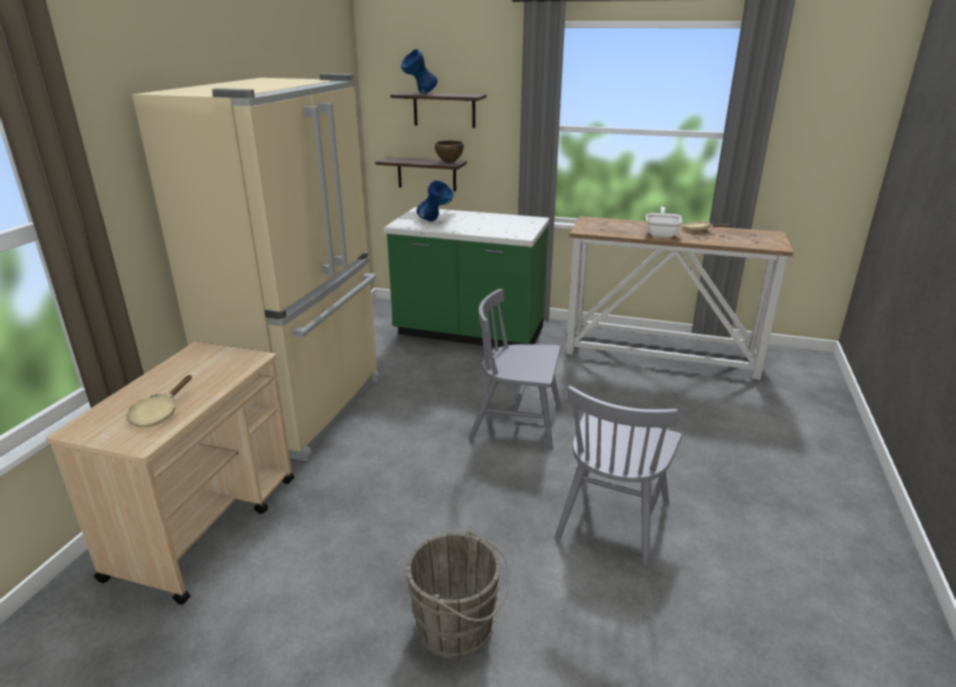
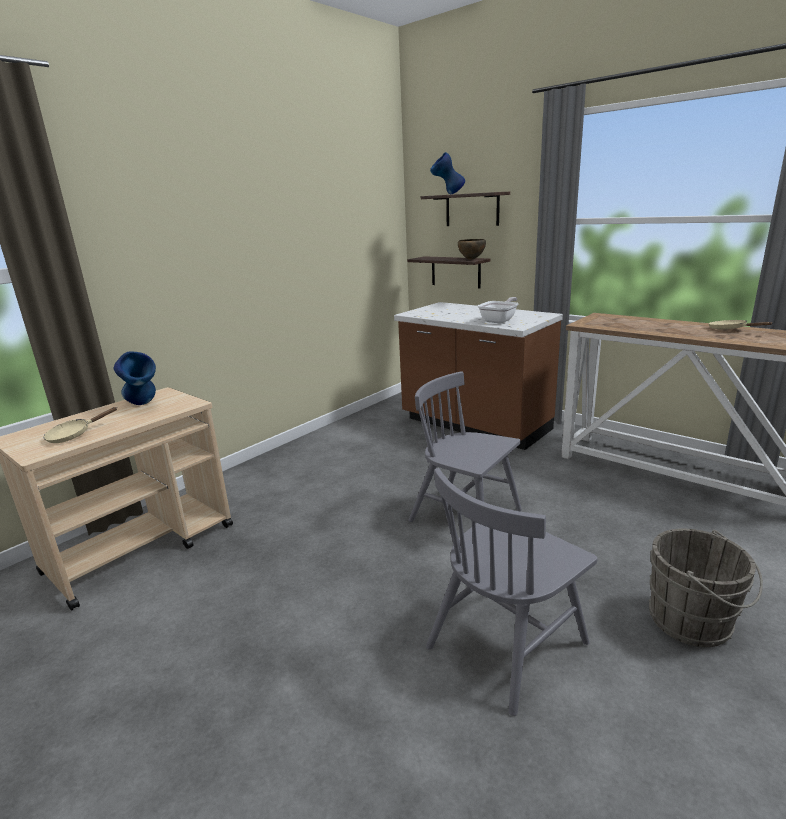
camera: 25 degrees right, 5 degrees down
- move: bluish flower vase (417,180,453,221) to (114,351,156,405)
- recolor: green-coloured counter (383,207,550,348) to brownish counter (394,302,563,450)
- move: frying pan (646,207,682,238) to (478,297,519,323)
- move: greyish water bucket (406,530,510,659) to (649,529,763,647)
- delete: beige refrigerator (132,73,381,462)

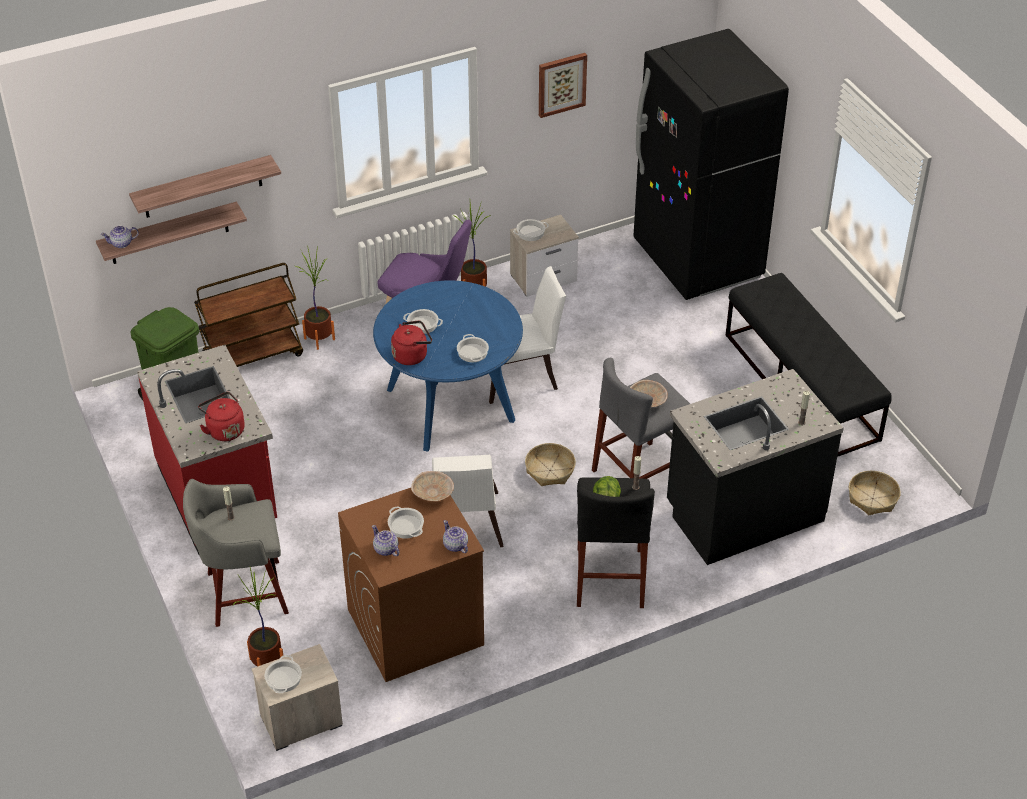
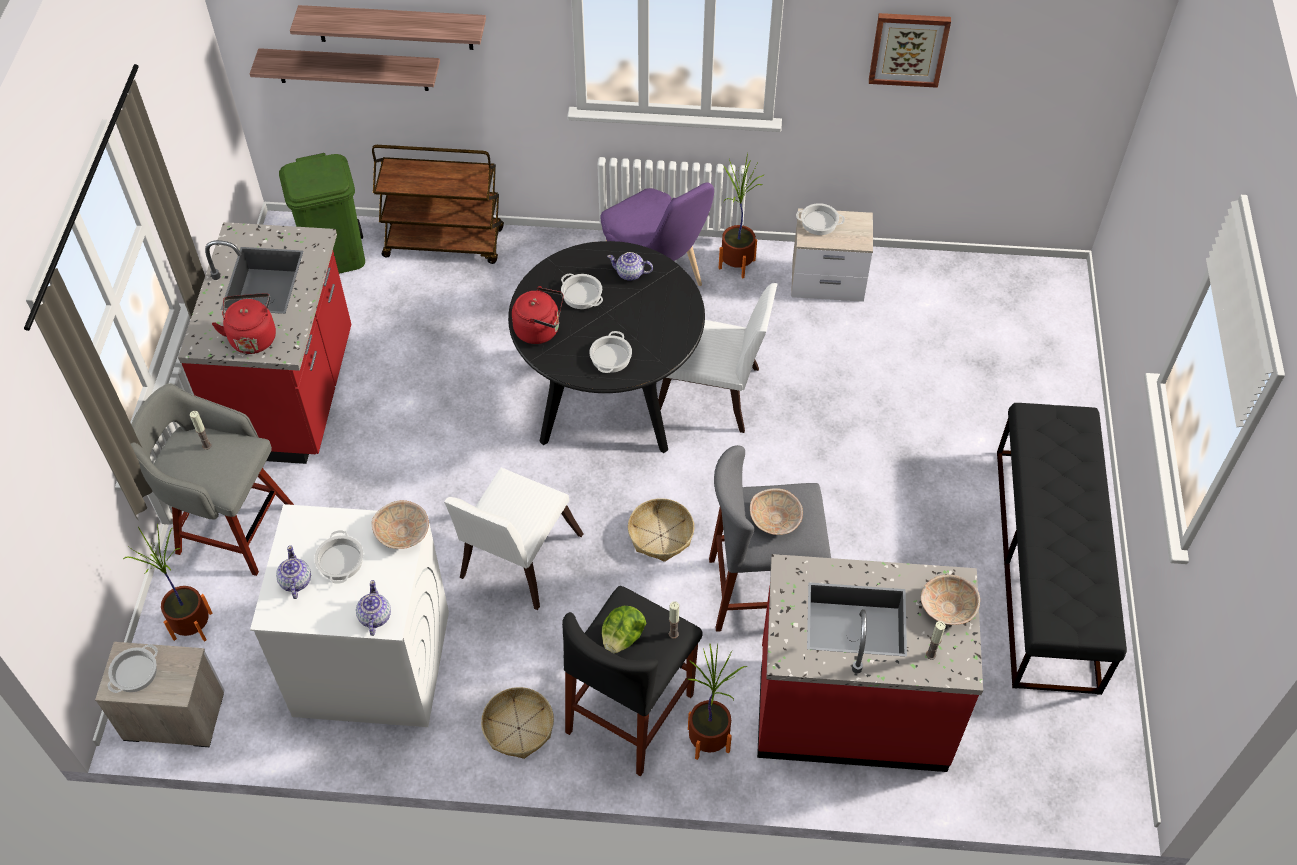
camera: 30 degrees right, 10 degrees up
- recolor: brownish laundry appliance (338,488,484,682) to white laundry appliance (250,504,449,727)
- move: household basket (849,471,901,515) to (481,687,554,759)
- recolor: bluish dinner table (373,280,523,452) to blackish dinner table (508,241,705,453)
- move: tea pot (101,225,139,248) to (607,252,653,281)
- move: plant in a pot (295,246,335,350) to (687,644,747,760)
- recolor: blackish counter (667,369,844,565) to reddish counter (757,554,983,772)
- insert: beige serving bowl (921,575,980,625)
- delete: blackish refrigerator (633,29,789,300)

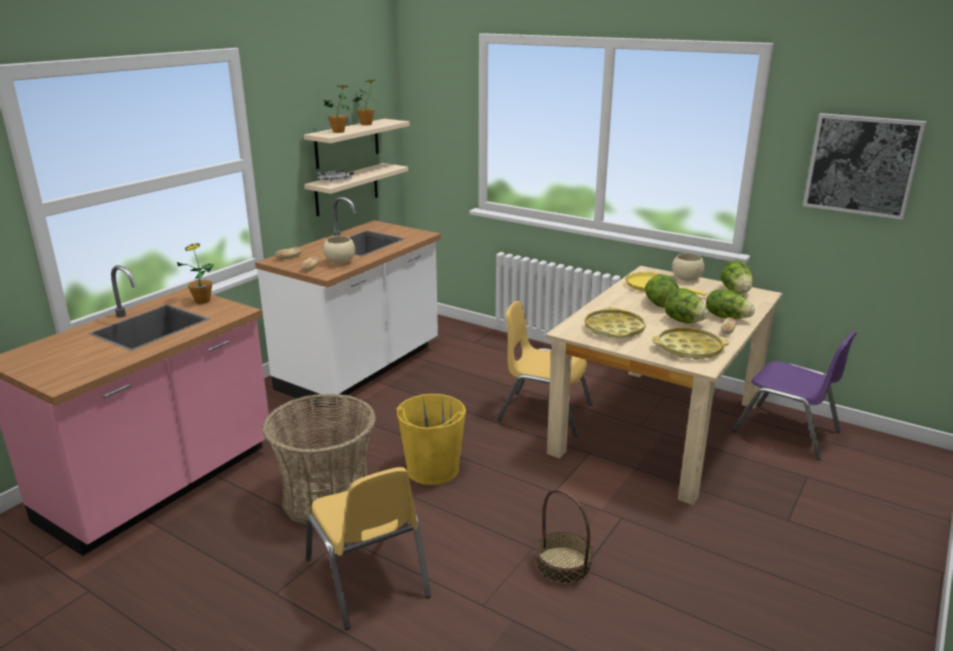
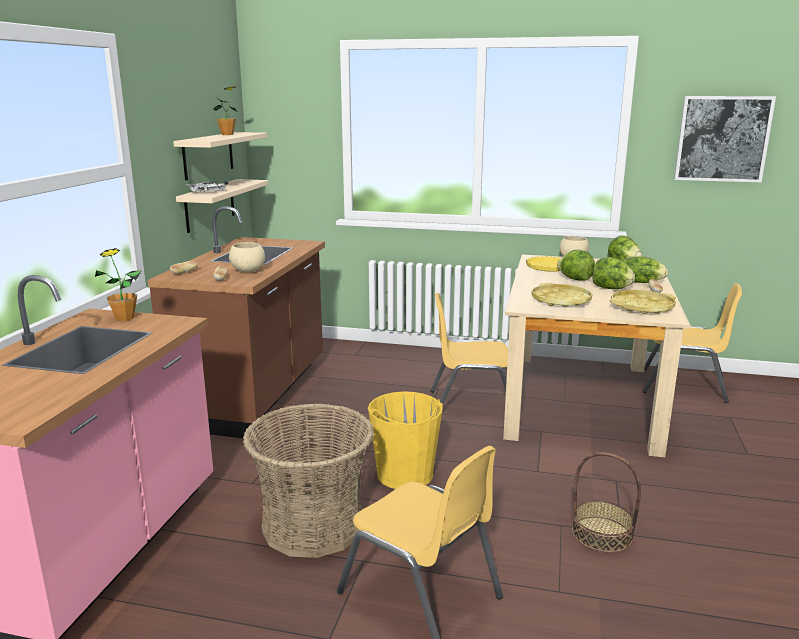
camera: 20 degrees left, 5 degrees down
- recolor: white counter (255,197,441,407) to brownish counter (148,206,325,438)
- recolor: purple-coloured plain chair (732,331,857,460) to yellow plain chair (642,283,742,403)
- delete: plant in a pot (324,86,349,133)

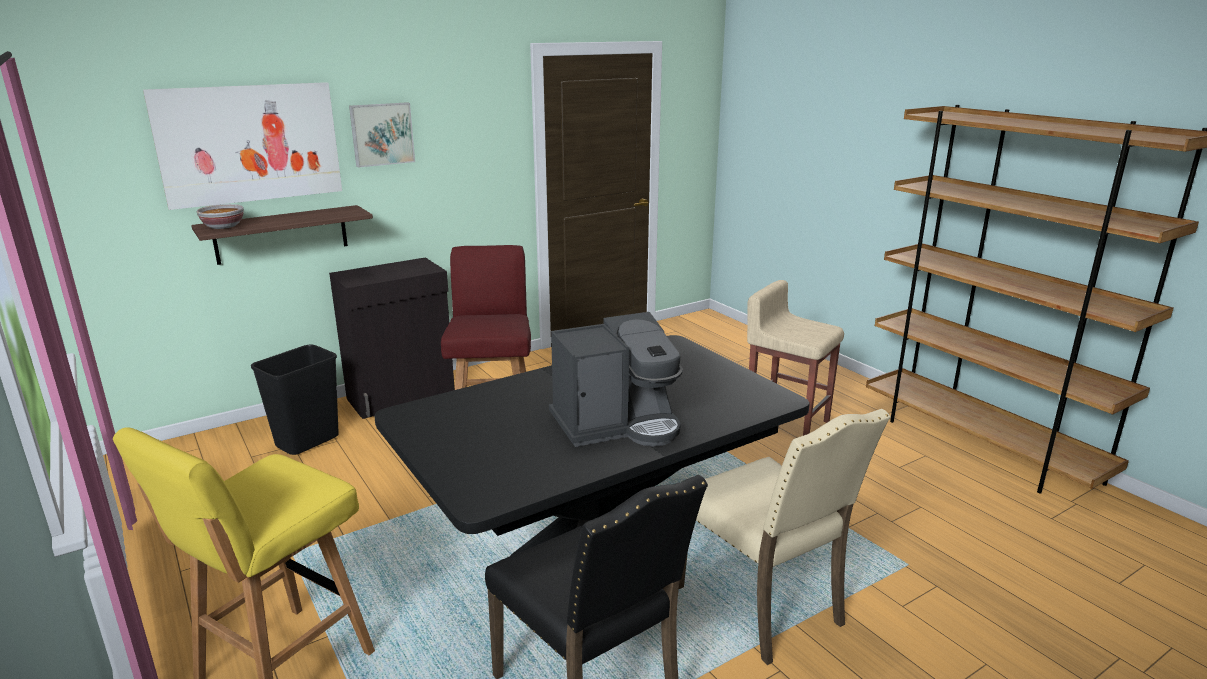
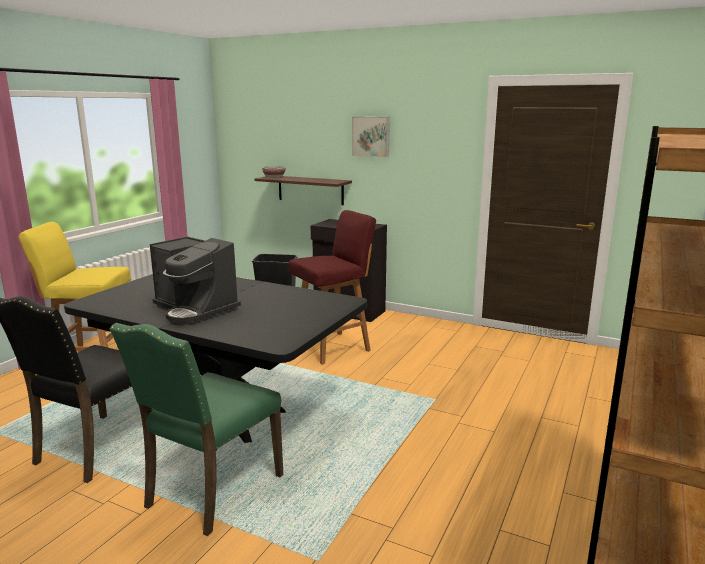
camera: 60 degrees right, 5 degrees down
- recolor: beige plain chair (679,409,890,665) to green-coloured plain chair (109,323,283,536)
- delete: wall art (143,82,342,210)
- delete: beige stool (747,280,844,436)

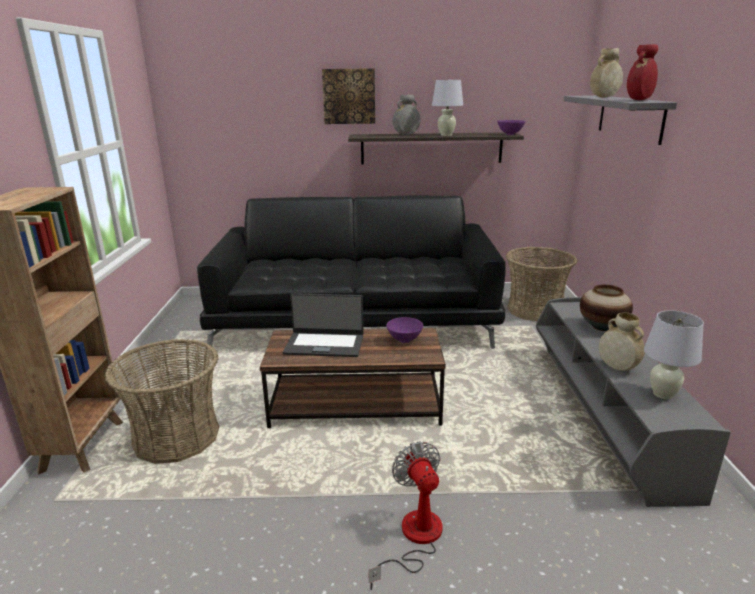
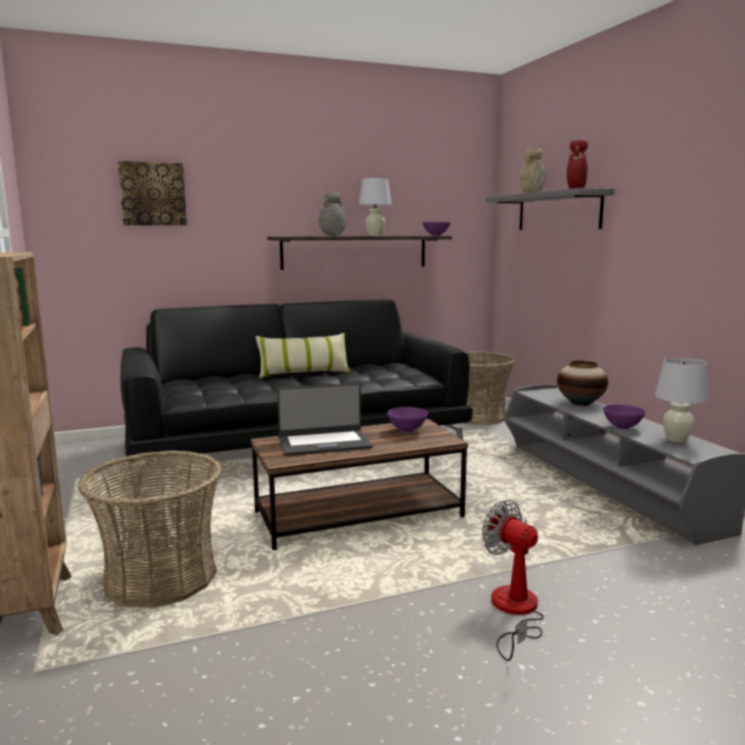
camera: 20 degrees left, 10 degrees down
- move: wall art (322,68,375,124) to (118,161,187,225)
- insert: pillow (256,333,351,379)
- replace: beige flower vase (599,312,645,371) to purple-coloured serving bowl (603,404,646,430)

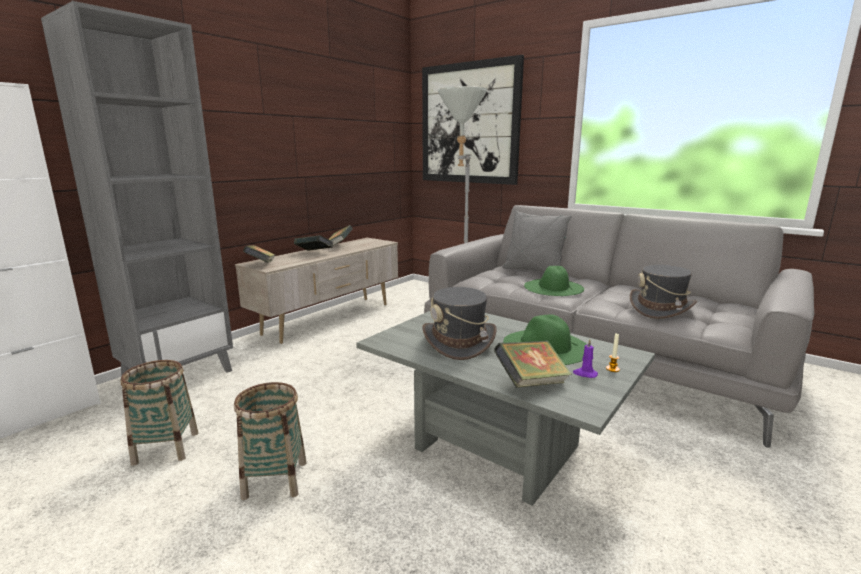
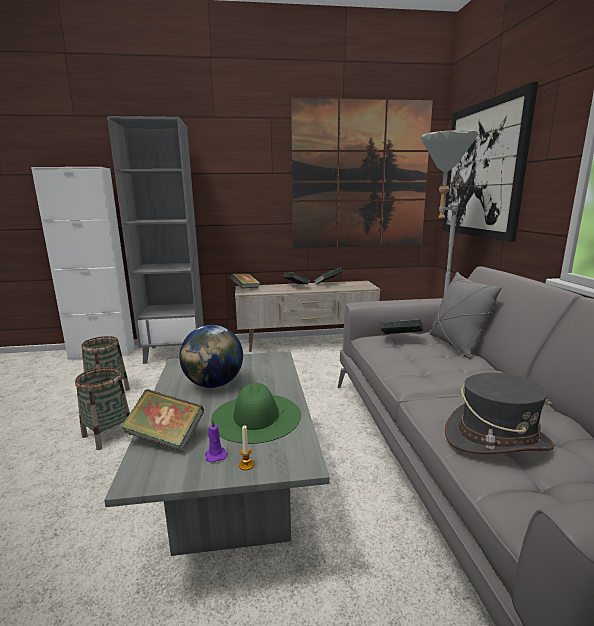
camera: 45 degrees right, 0 degrees up
- replace: greyish clothing hat (422,287,497,360) to globe (179,325,243,388)
- insert: wall art (291,98,433,249)
- insert: book (380,320,423,334)
- delete: green-coloured clothing hat (524,266,584,296)

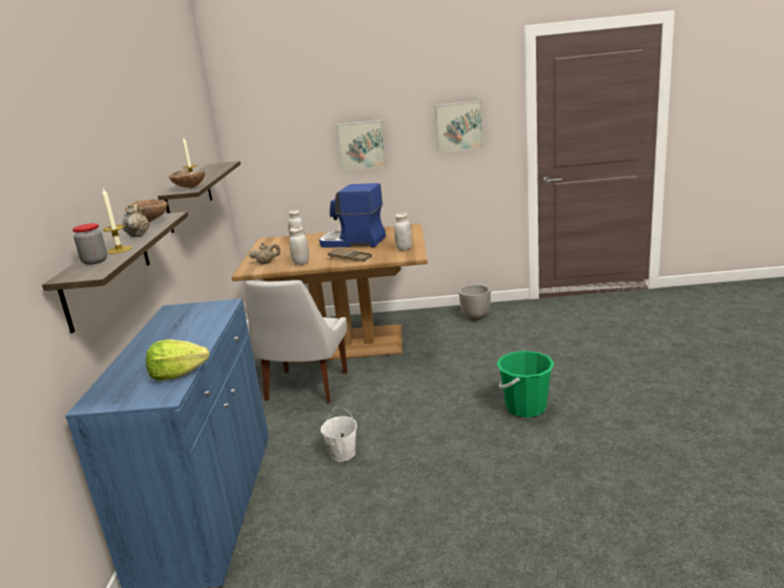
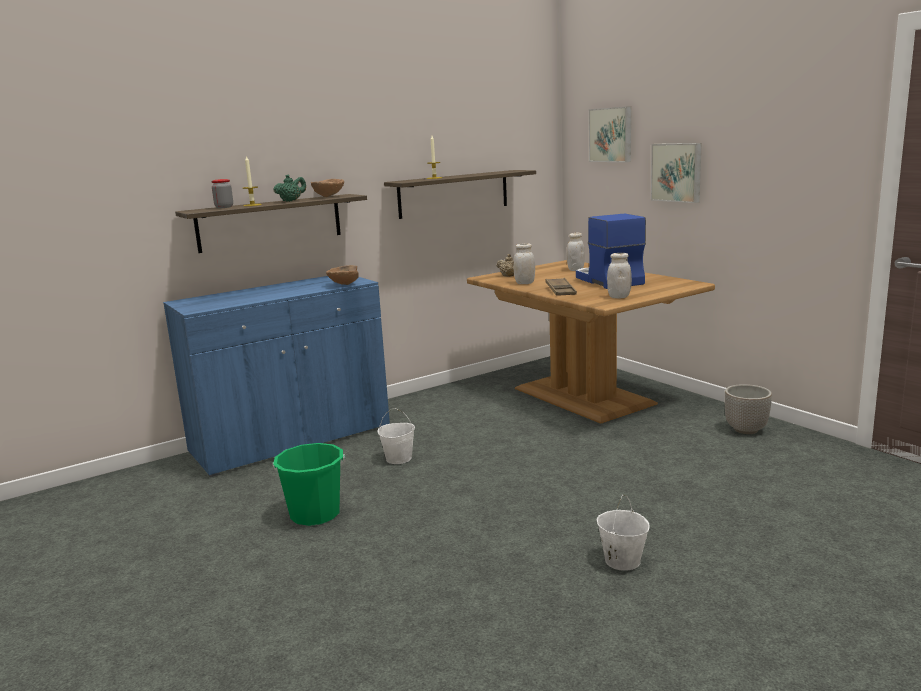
camera: 55 degrees right, 5 degrees down
- move: green-coloured water bucket (497,351,554,418) to (273,443,346,526)
- recolor: beige tea pot (122,203,150,237) to green-coloured tea pot (274,175,306,202)
- move: brownish serving bowl (169,169,205,188) to (326,265,359,285)
- move: wall art (434,101,484,153) to (589,106,631,162)
- insert: white water bucket (597,495,650,571)
- delete: head of lettuce (146,339,209,380)
- delete: white plain chair (246,280,347,403)

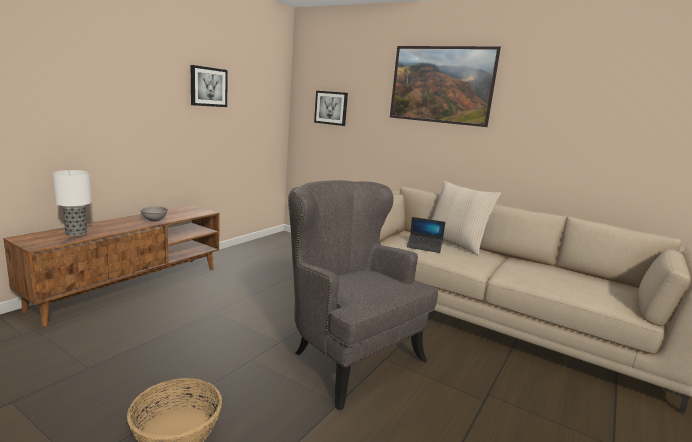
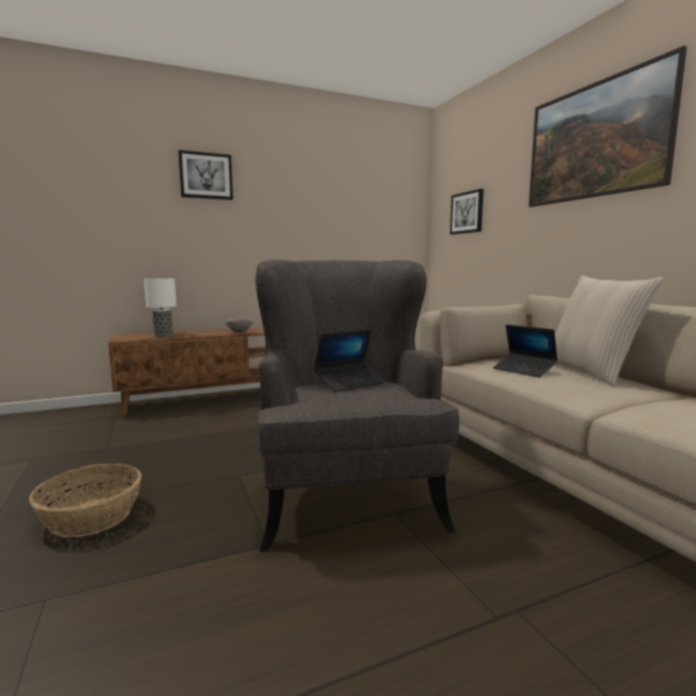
camera: 35 degrees right, 5 degrees down
- move: wall art (191,65,228,107) to (178,150,233,200)
- insert: laptop (314,329,385,392)

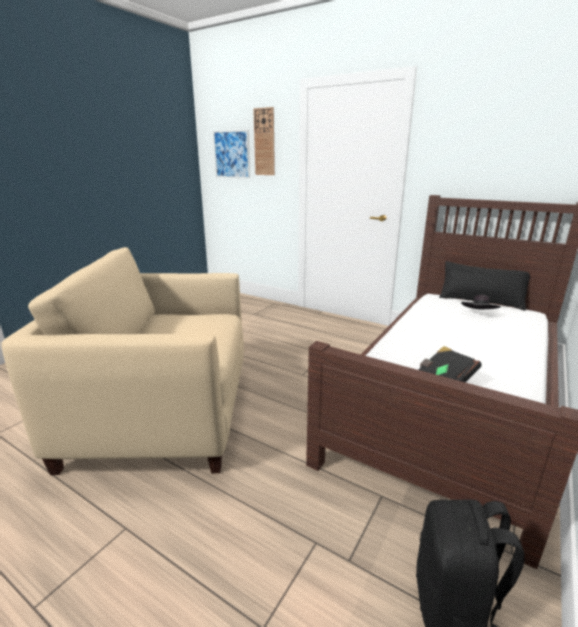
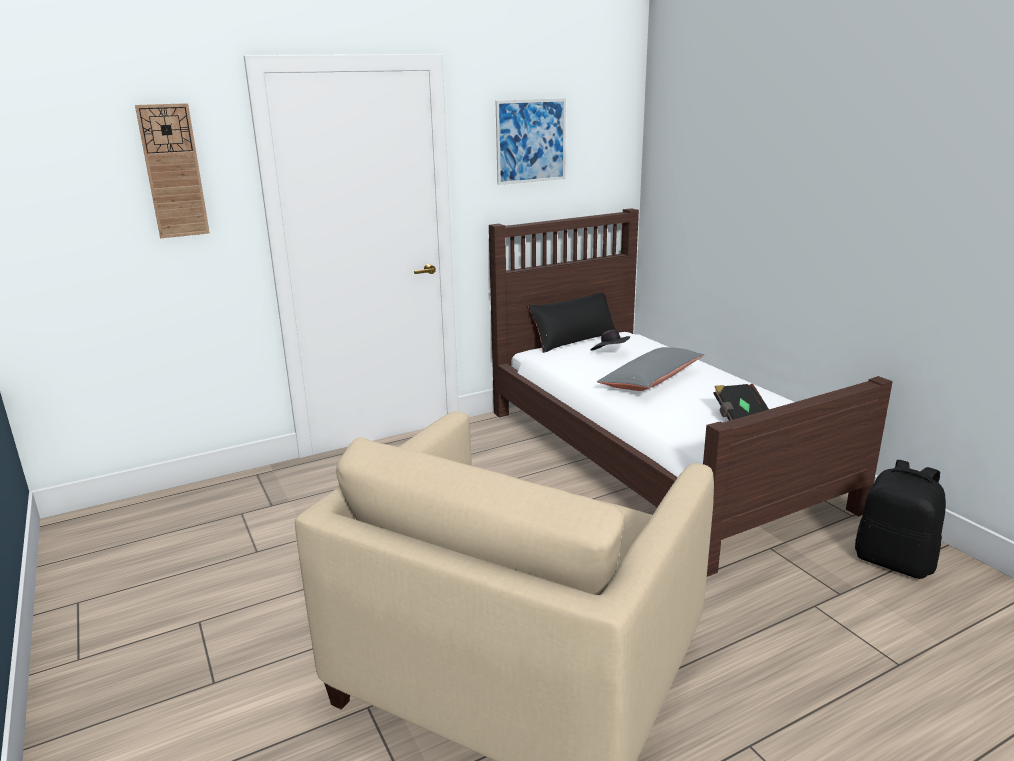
camera: 60 degrees left, 0 degrees up
- move: wall art (213,130,250,179) to (496,98,566,185)
- insert: greyish pillow (597,347,705,391)

